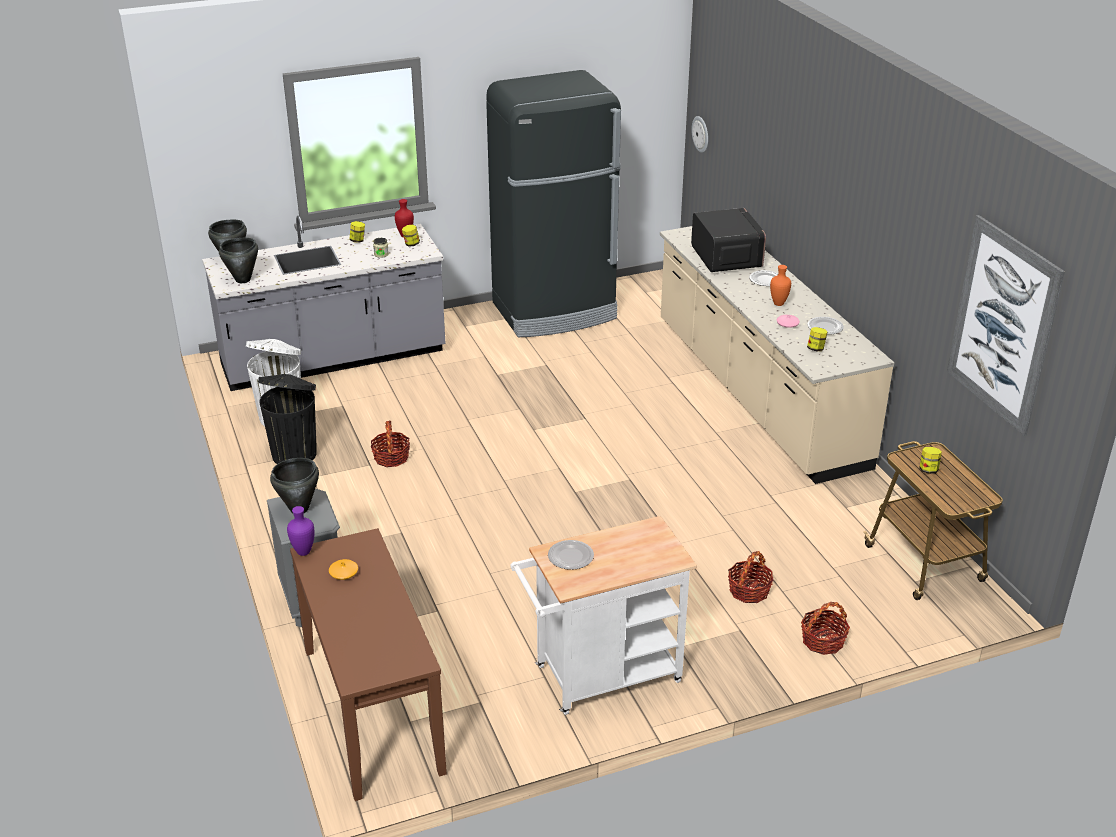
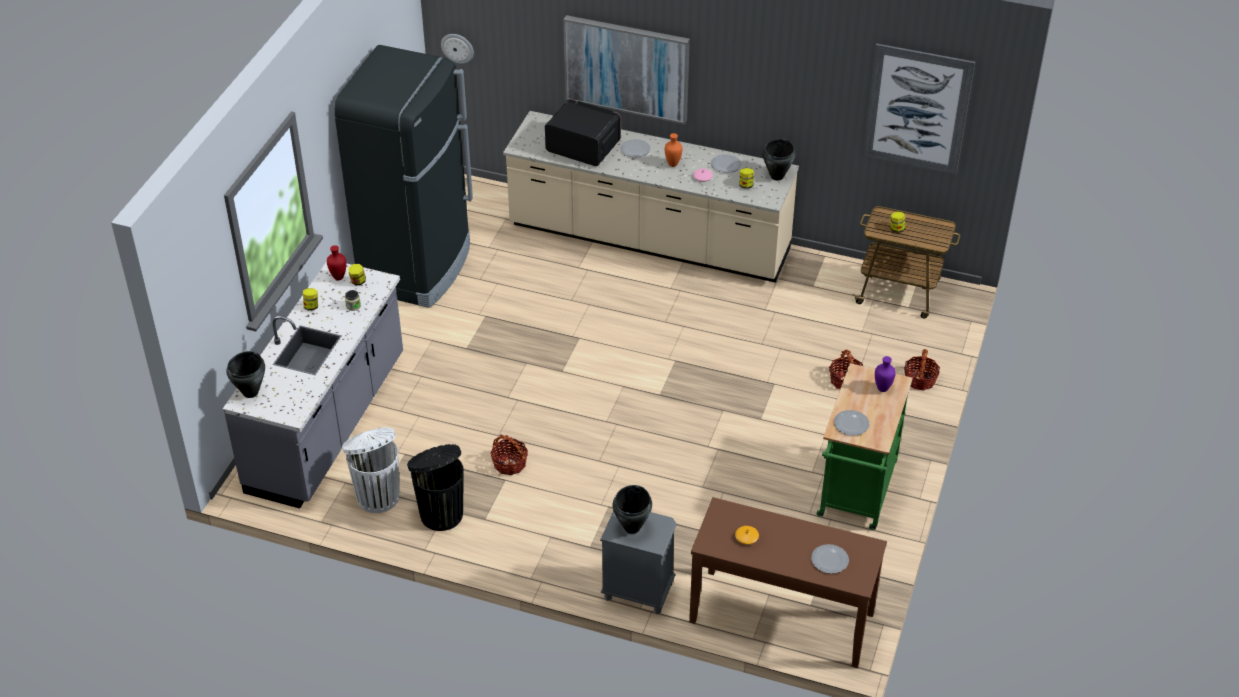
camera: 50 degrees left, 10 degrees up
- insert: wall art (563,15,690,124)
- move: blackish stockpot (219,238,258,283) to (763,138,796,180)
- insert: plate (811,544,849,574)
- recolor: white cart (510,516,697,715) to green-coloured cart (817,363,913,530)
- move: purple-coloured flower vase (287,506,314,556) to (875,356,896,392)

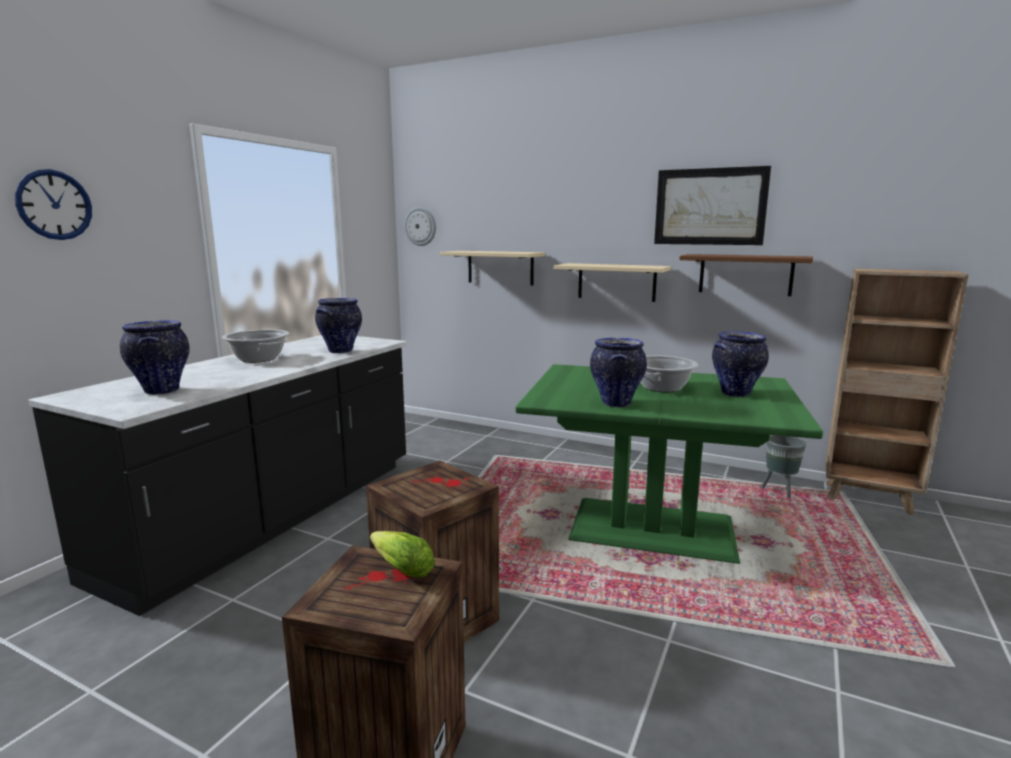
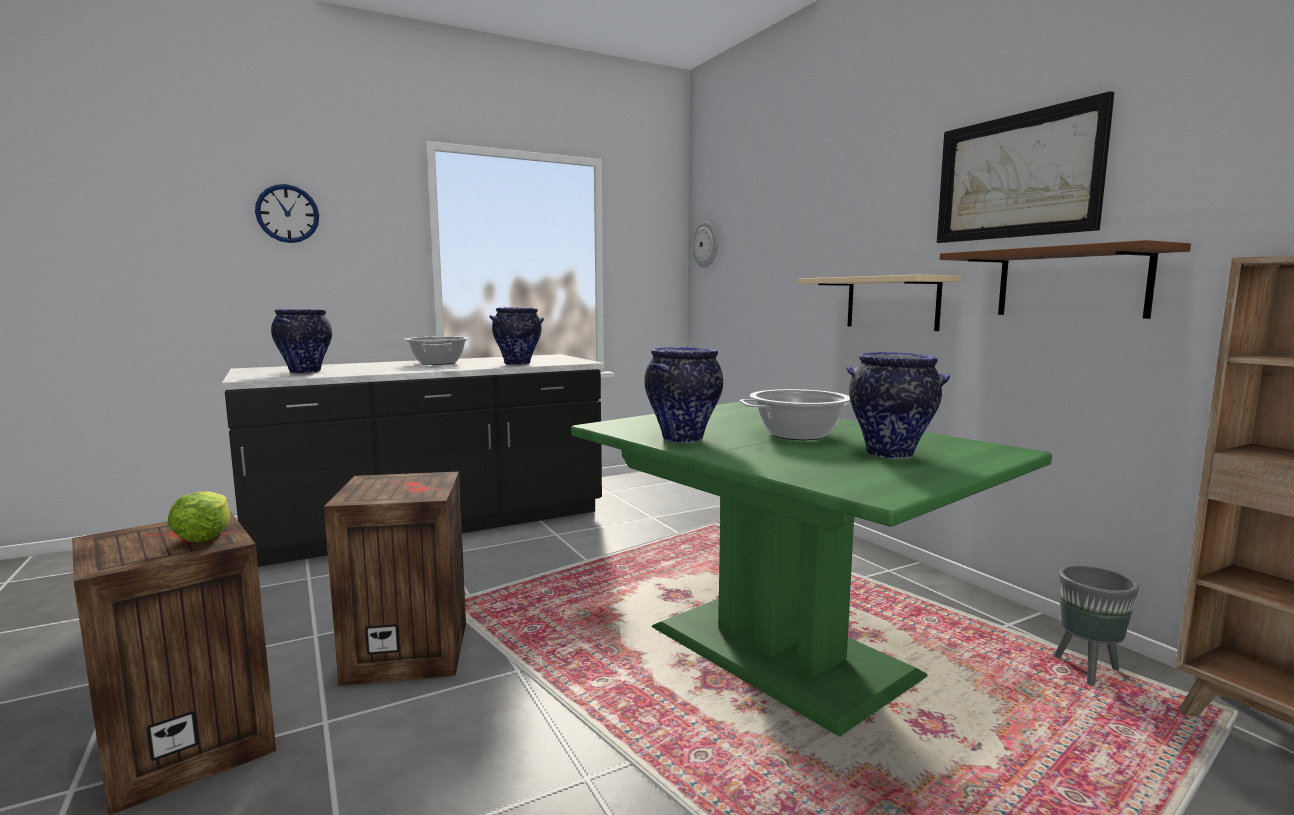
camera: 35 degrees right, 5 degrees down
- delete: beige shelf (440,251,545,285)

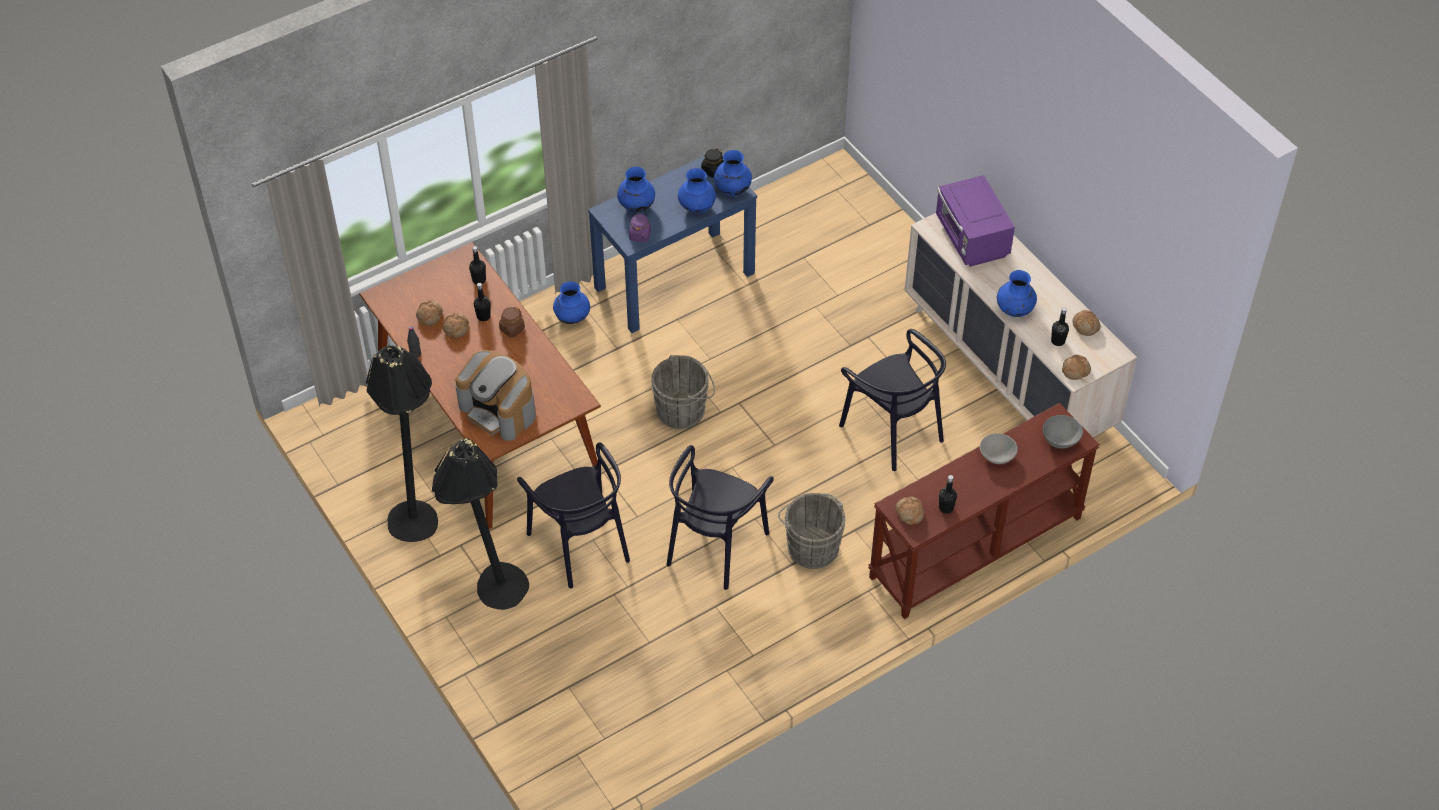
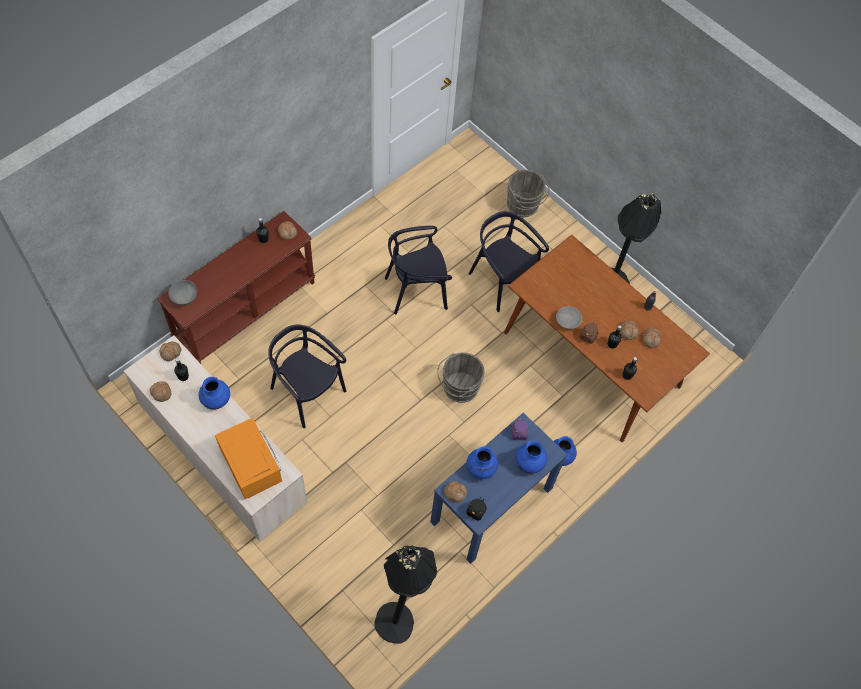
camera: 165 degrees right, 10 degrees up
- recolor: purple-coloured kitchen microwave (936,175,1015,267) to orange kitchen microwave (215,418,282,499)
- move: blackish floor lamp (432,438,529,610) to (374,546,437,643)
- rotate: blackish plain chair (667,445,774,590) = (385,226,452,314) 120 degrees counterclockwise
- replace: bluish flower vase (714,150,752,196) to baked bread (444,481,467,503)
- move: greyish water bucket (778,493,845,569) to (507,170,550,217)
- move: greyish serving bowl (980,433,1018,464) to (556,306,582,329)
- delete: coffee maker (455,350,536,441)

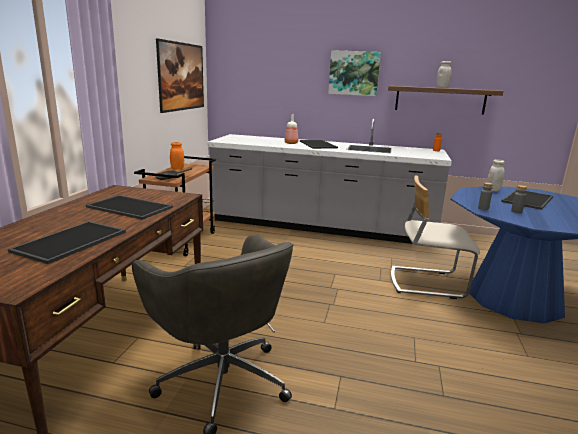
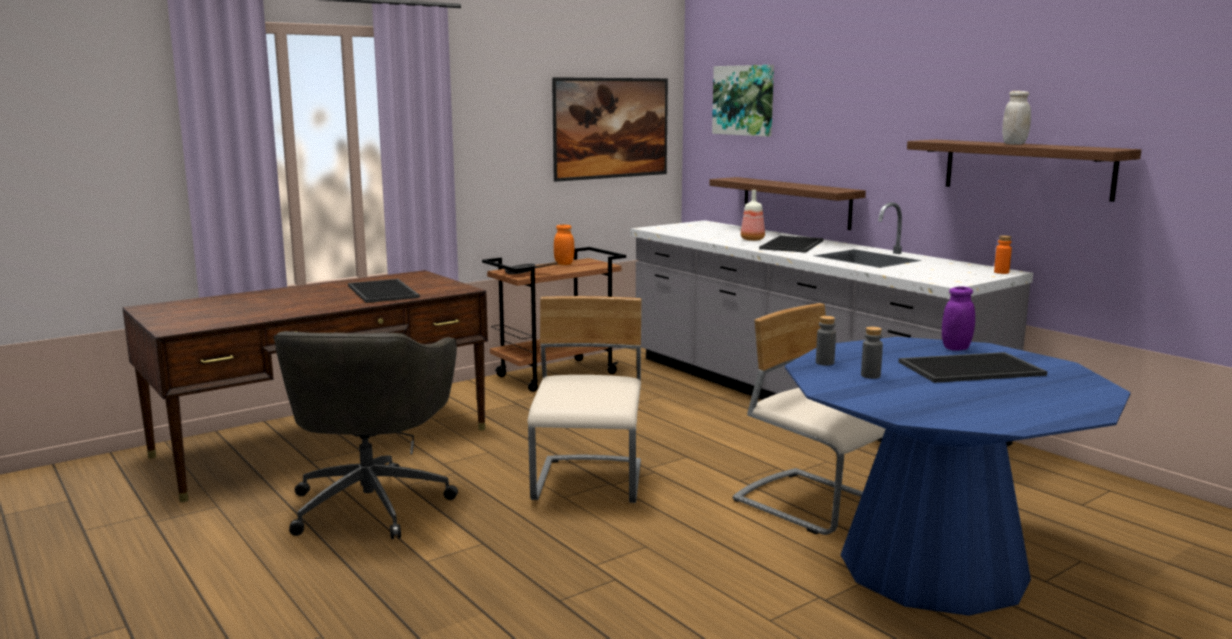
camera: 40 degrees right, 5 degrees down
- insert: beige plain chair (527,296,642,503)
- insert: shelf (709,177,866,230)
- move: wall art (328,50,381,96) to (712,65,774,137)
- recolor: white jar (487,159,505,192) to purple-coloured jar (942,286,975,351)
- delete: serving tray (8,221,126,264)

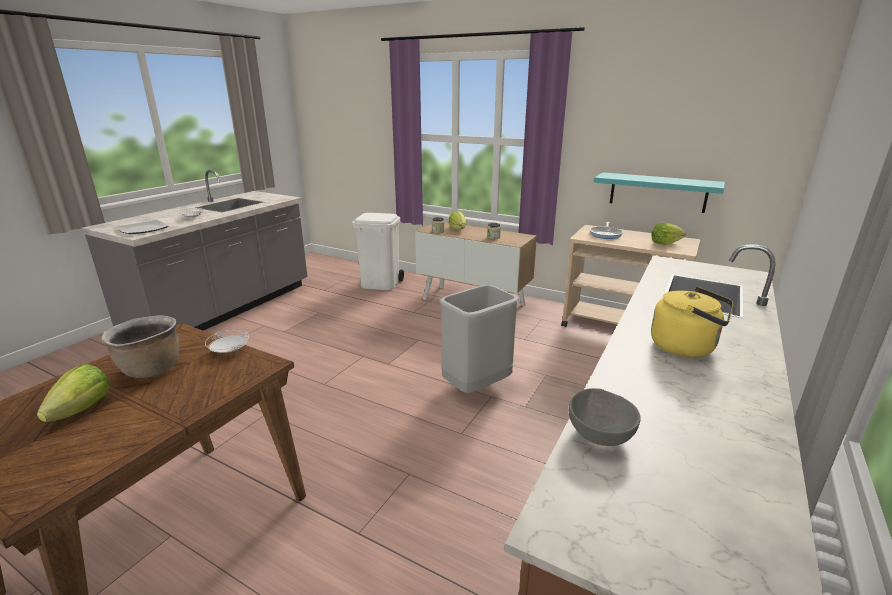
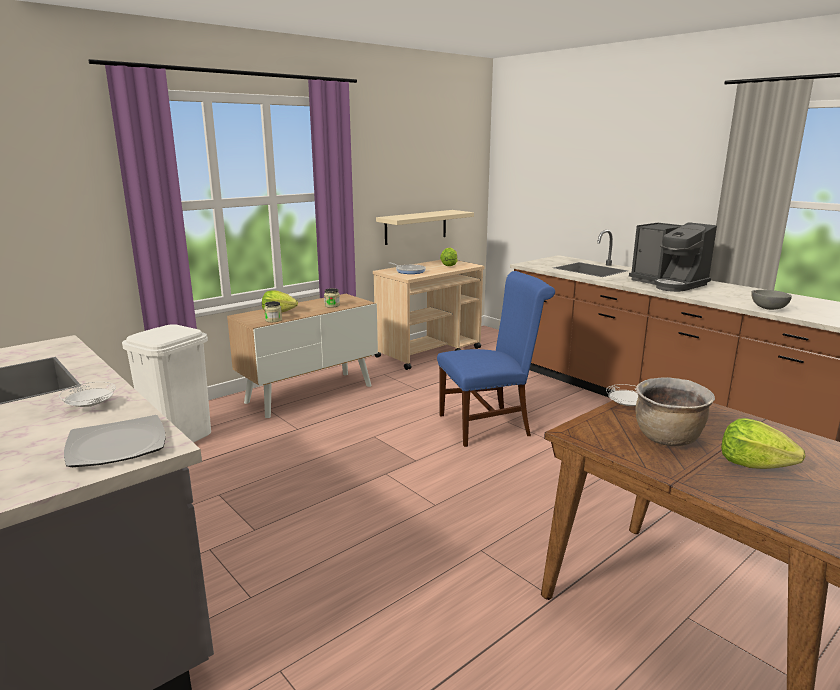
camera: 70 degrees left, 5 degrees down
- recolor: turquoise-coloured shelf (594,172,725,213) to beige shelf (376,210,474,245)
- replace: greyish rubbish bin (439,285,519,393) to bluish plain chair (437,271,555,447)
- replace: yellow kettle (651,287,733,358) to coffee maker (629,222,717,292)

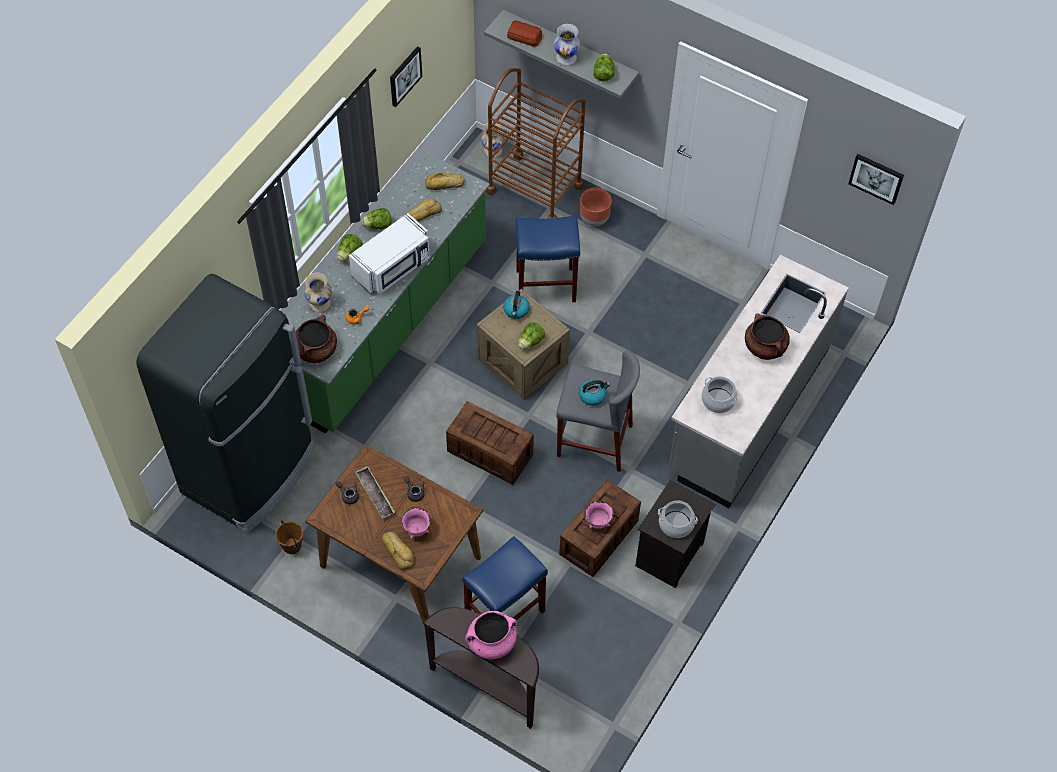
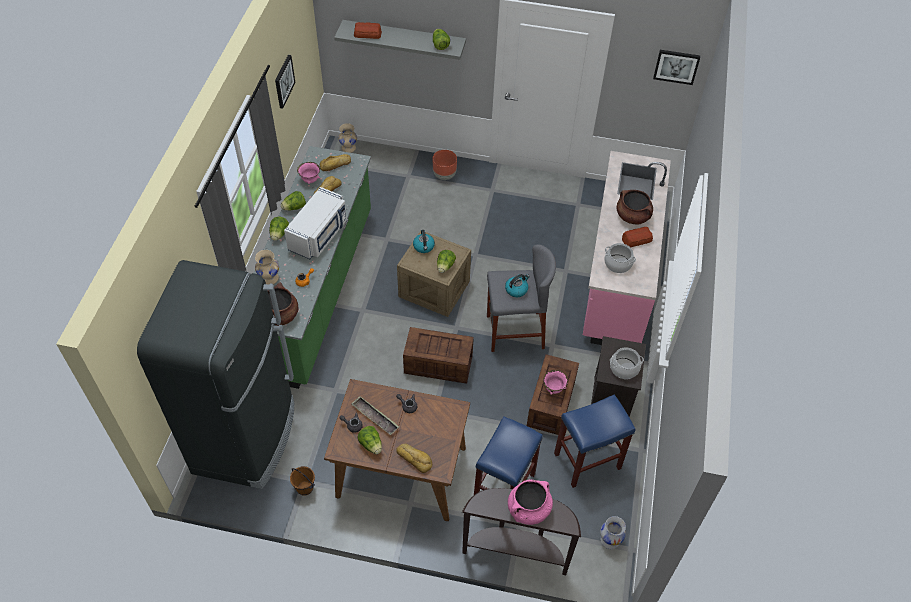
camera: 20 degrees left, 5 degrees down
- move: pink serving bowl (401,507,431,538) to (297,162,320,184)
- insert: head of lettuce (357,426,382,454)
- move: bluish stool (516,216,580,302) to (554,394,635,488)
- recolor: greyish counter (668,255,849,508) to pink counter (583,151,671,345)
- move: white flower vase (554,24,580,65) to (600,516,626,549)
- insert: baked bread (622,227,653,247)
- delete: brownish cart (486,68,586,219)

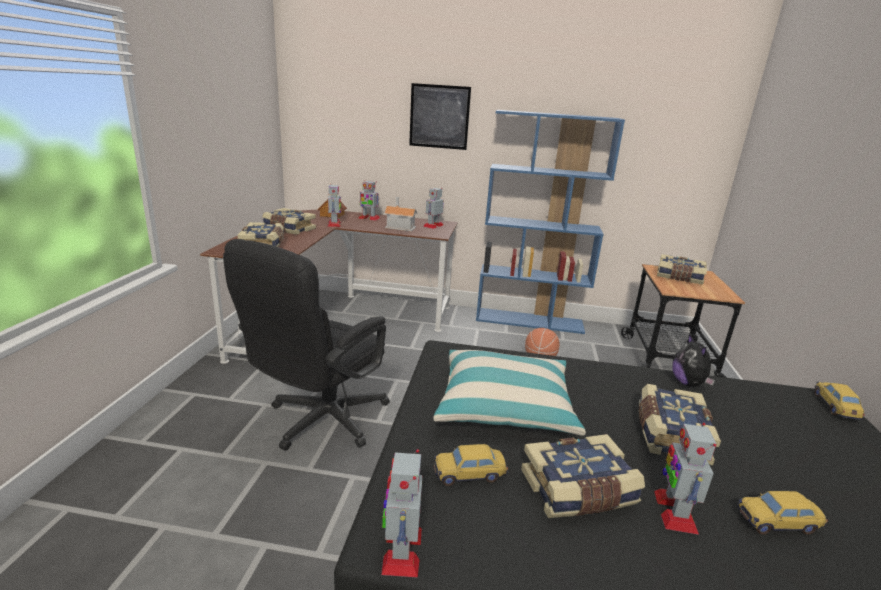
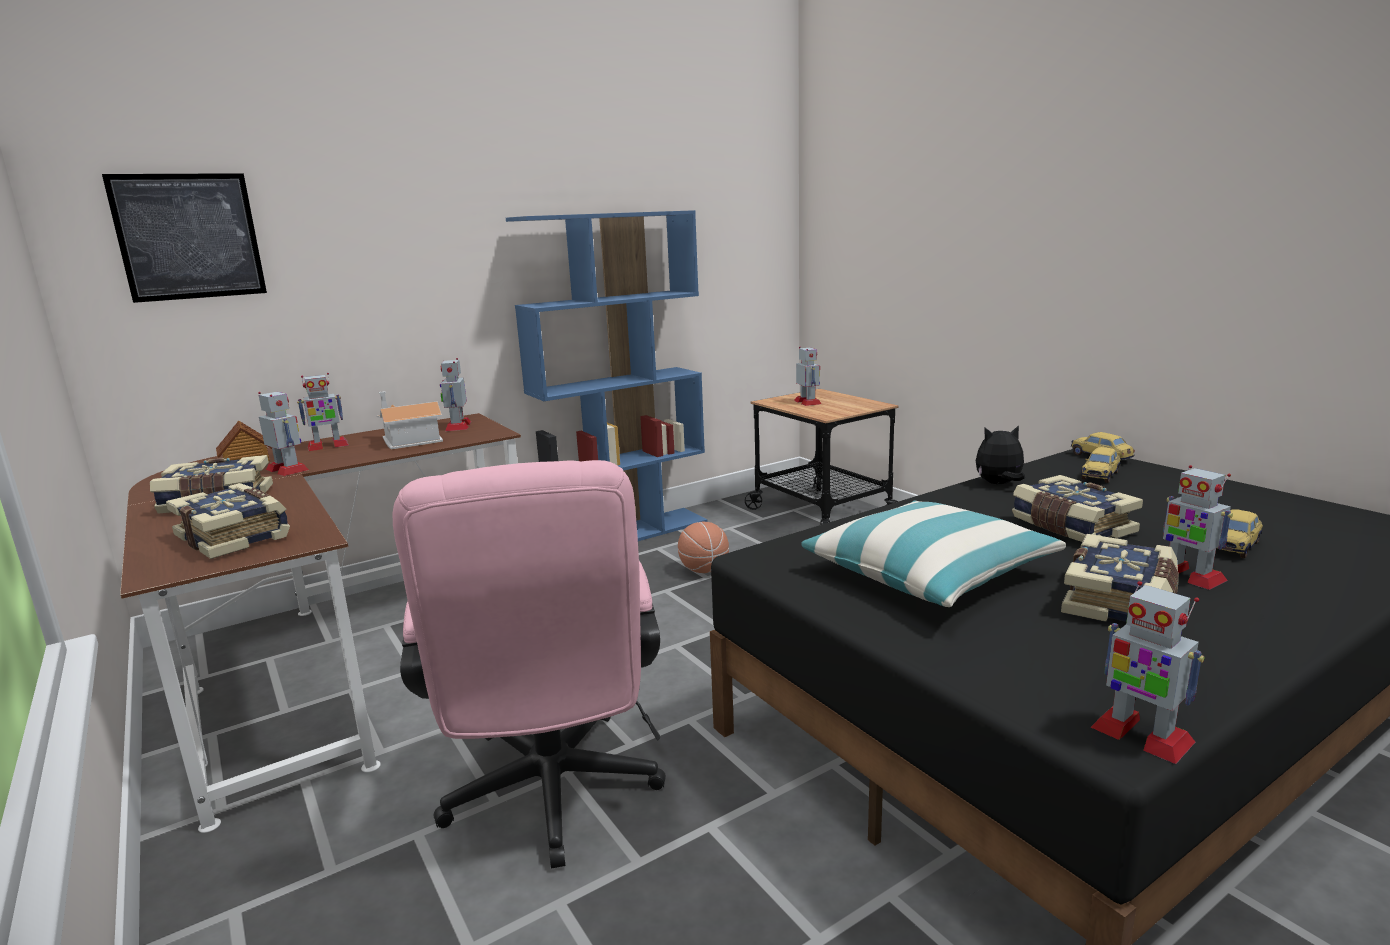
camera: 40 degrees left, 5 degrees down
- move: wall art (409,83,471,150) to (102,173,267,303)
- recolor: blackish office chair (223,239,390,451) to pink office chair (392,460,666,868)
- replace: book (657,254,707,284) to robot figure (794,346,821,406)
- rotate: soft toy (672,334,715,387) = (976,425,1025,484) 135 degrees clockwise
- move: miniature car (434,444,508,486) to (1081,447,1121,483)

